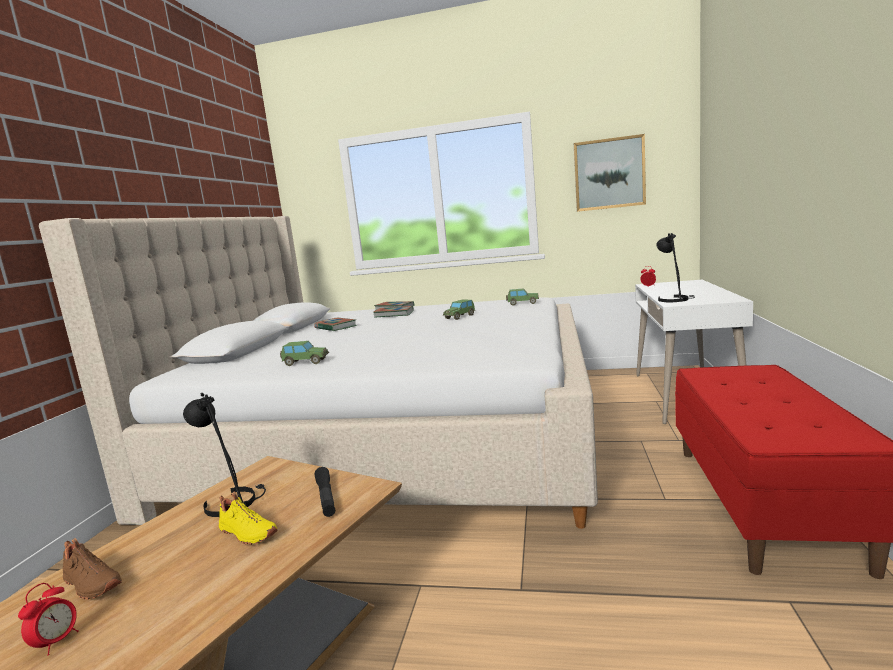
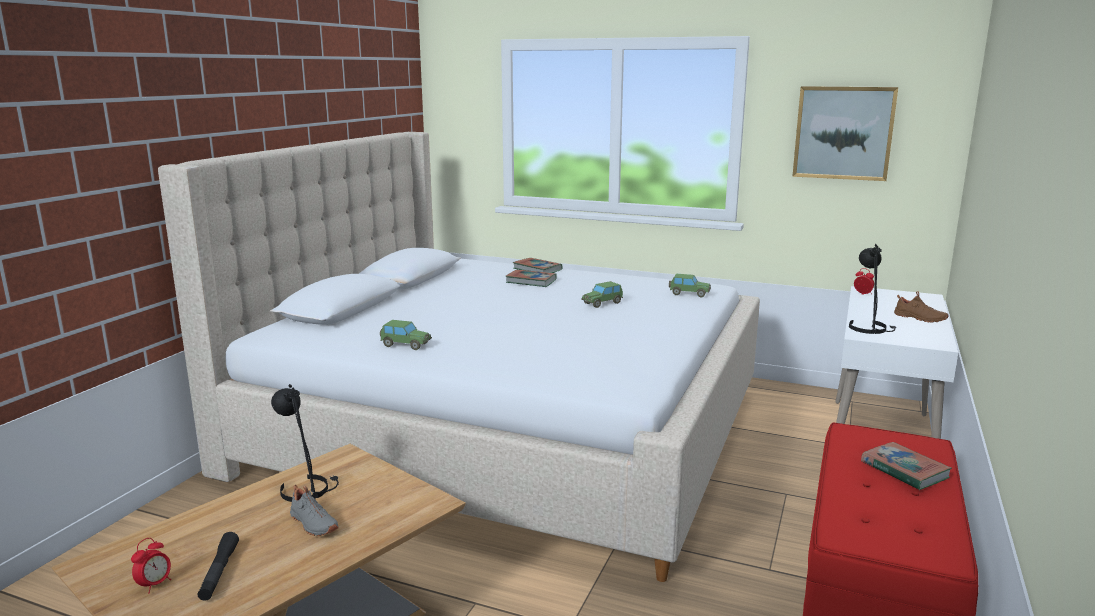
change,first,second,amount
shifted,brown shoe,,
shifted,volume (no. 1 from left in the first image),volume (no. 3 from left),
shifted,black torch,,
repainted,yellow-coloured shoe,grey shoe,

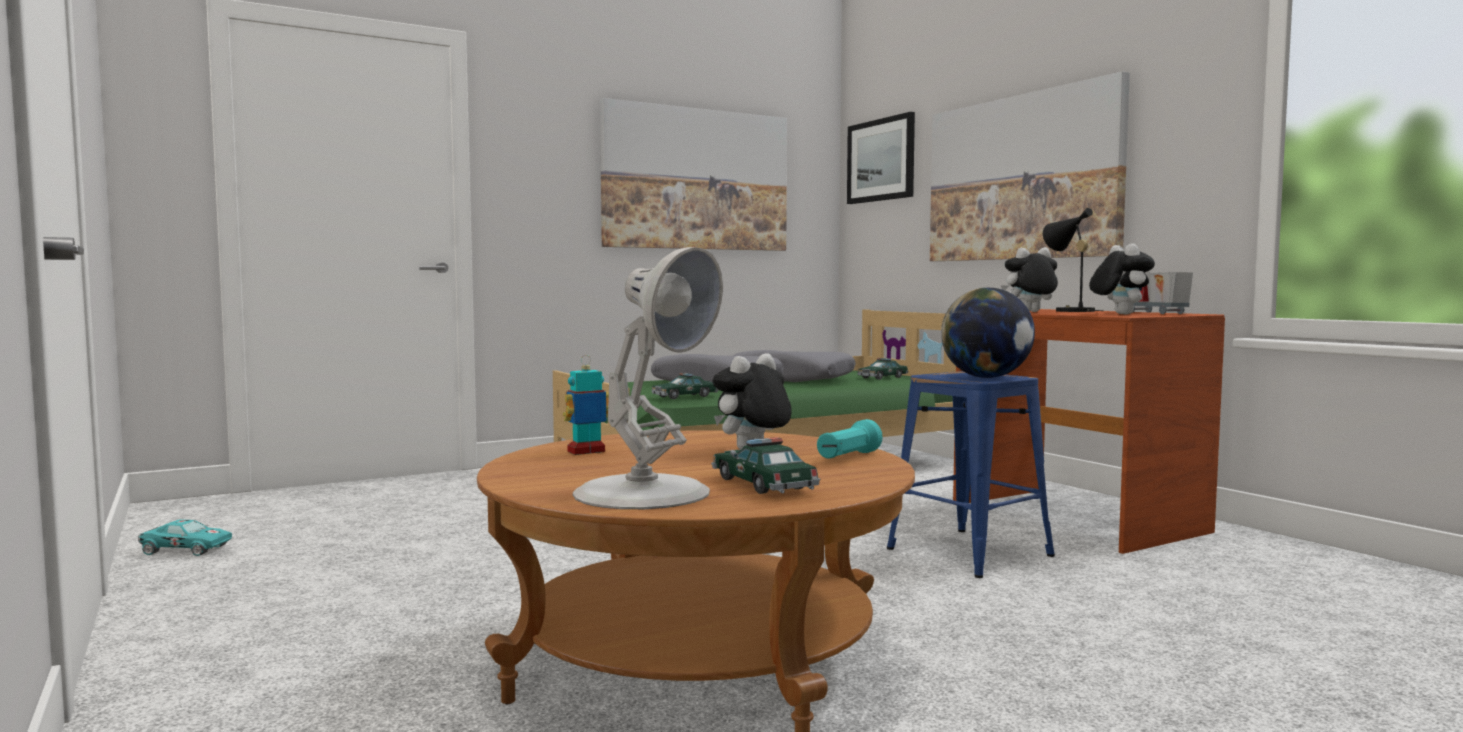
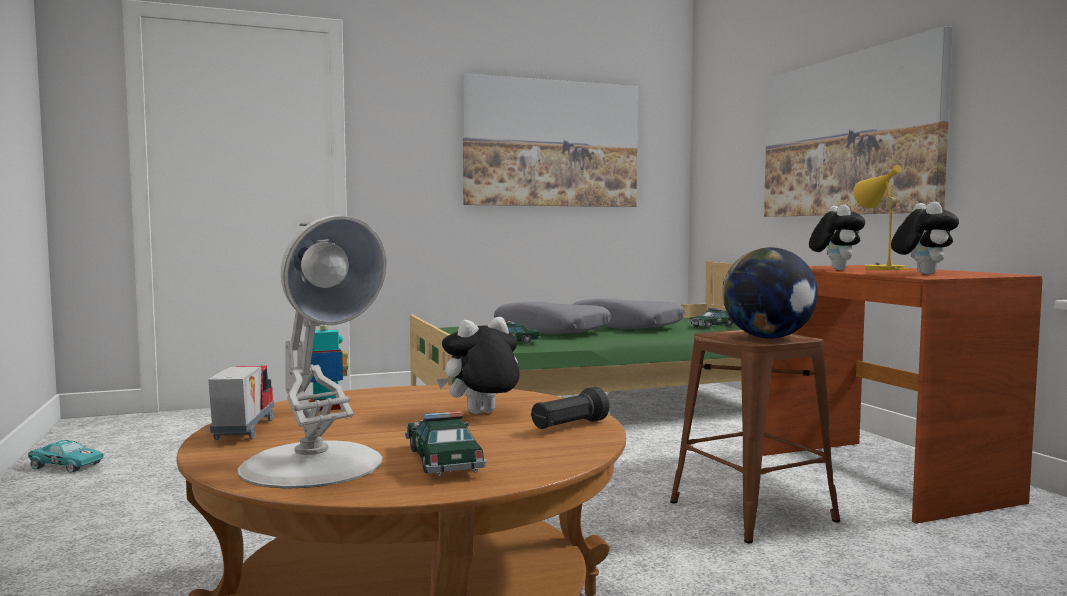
change,first,second,amount
gone,picture (no. 2 from left),,
shifted,toy lorry,,
repainted,turquoise torch,black torch,
repainted,bluish sitting stool,brown sitting stool,
repainted,black table lamp,yellow-coloured table lamp,
rotated,soft toy (no. 2 from left),,90 degrees clockwise

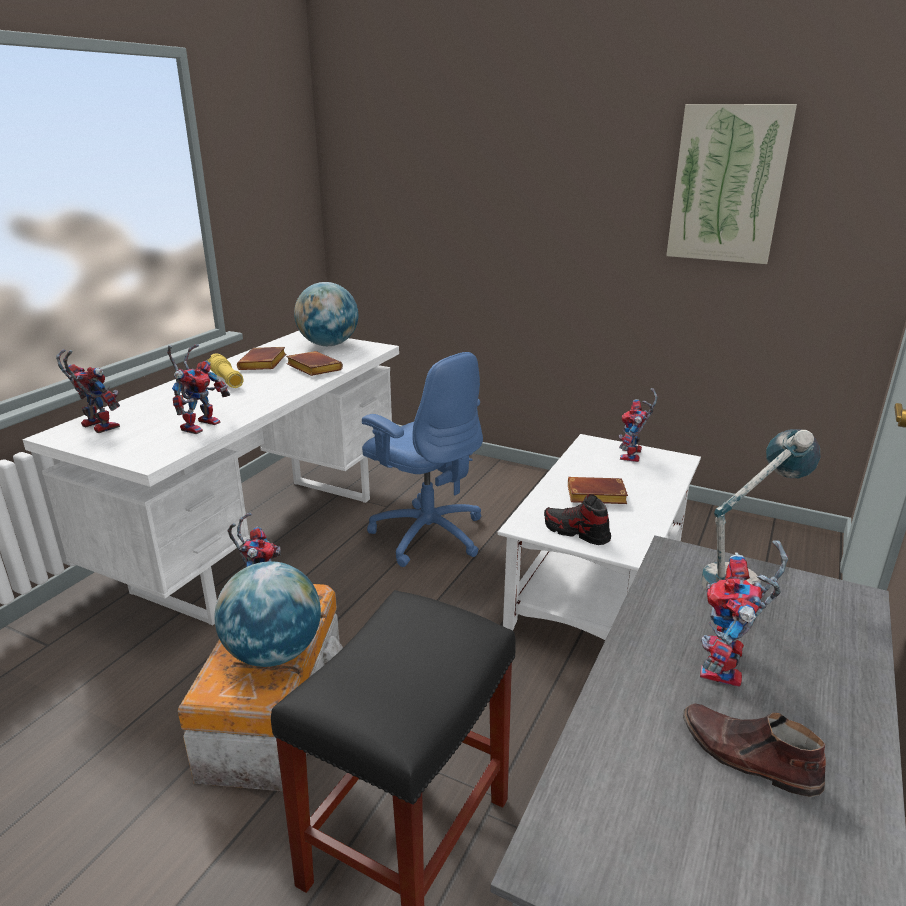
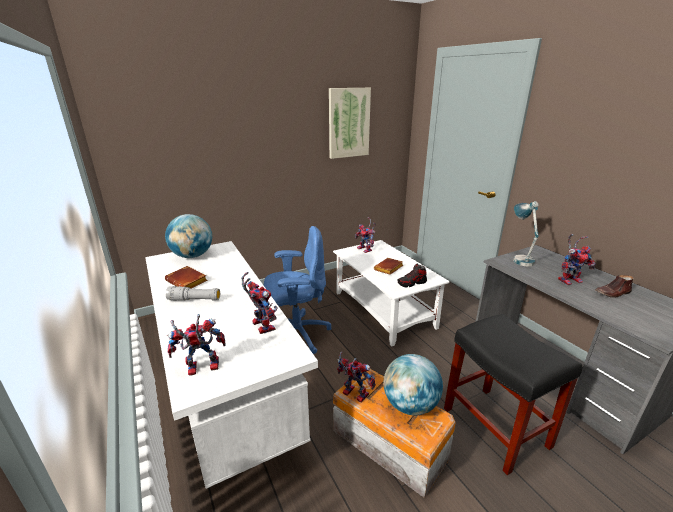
change,first,second,amount
gone,brown volume (no. 2 from left),,
repainted,yellow-coloured torch,grey torch,
rotated,model robot (no. 5 from left),,75 degrees counterclockwise

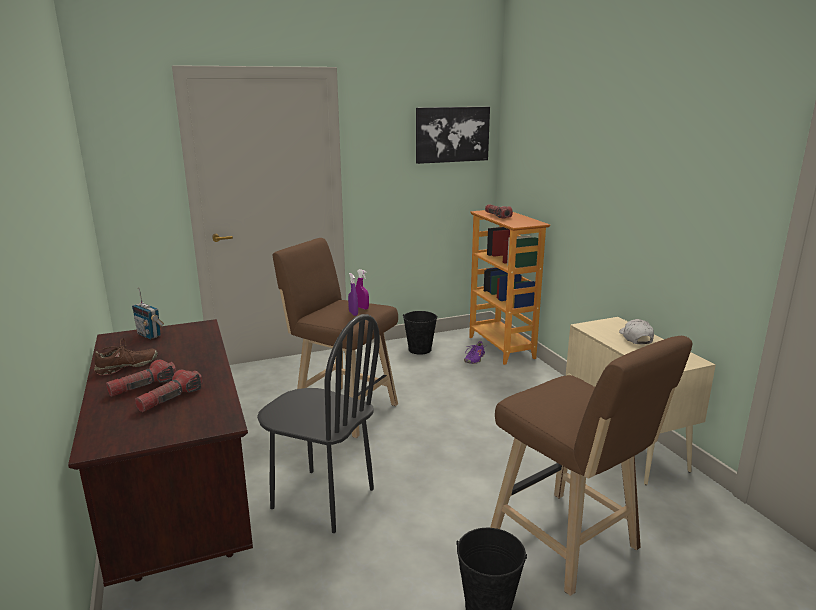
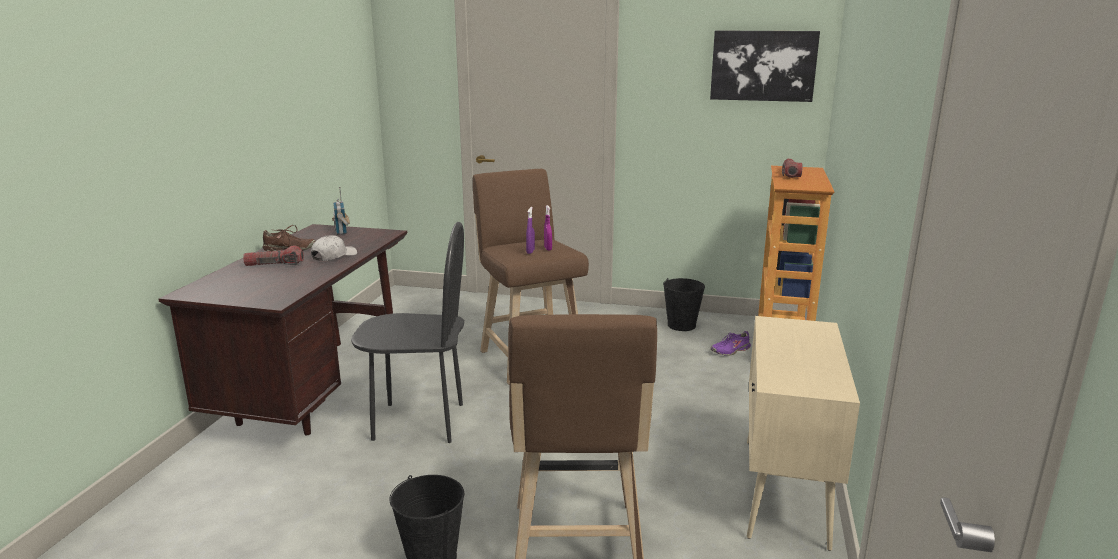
change,first,second,amount
gone,torch (no. 2 from left),,
shifted,white-coloured peaked cap,,
rotated,black plain chair,,60 degrees counterclockwise

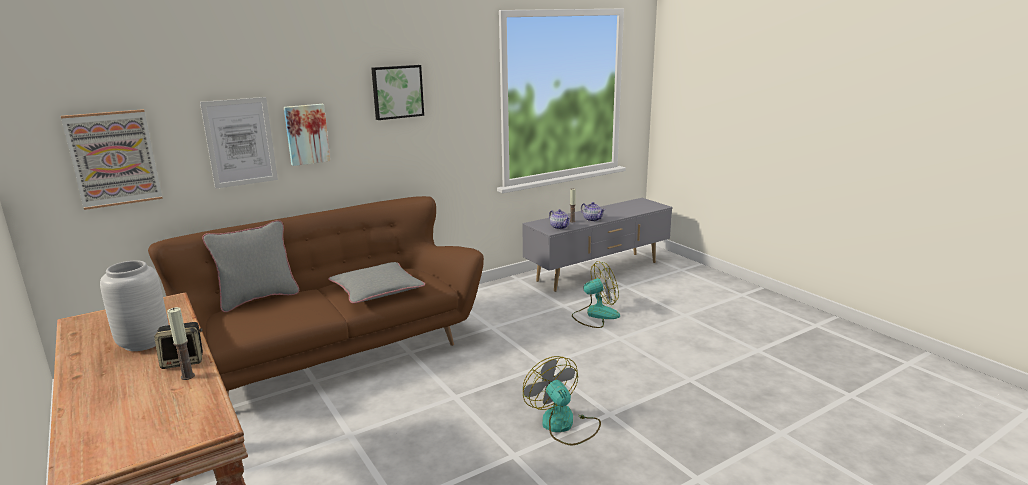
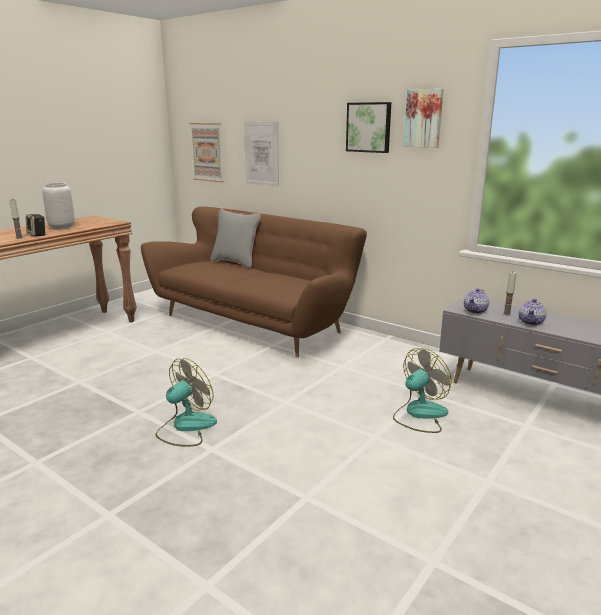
change,first,second,amount
gone,grey throw pillow (no. 2 from left),,
shifted,picture (no. 3 from left in the first image),picture (no. 4 from left),
rotated,electric fan (no. 2 from left),,90 degrees counterclockwise

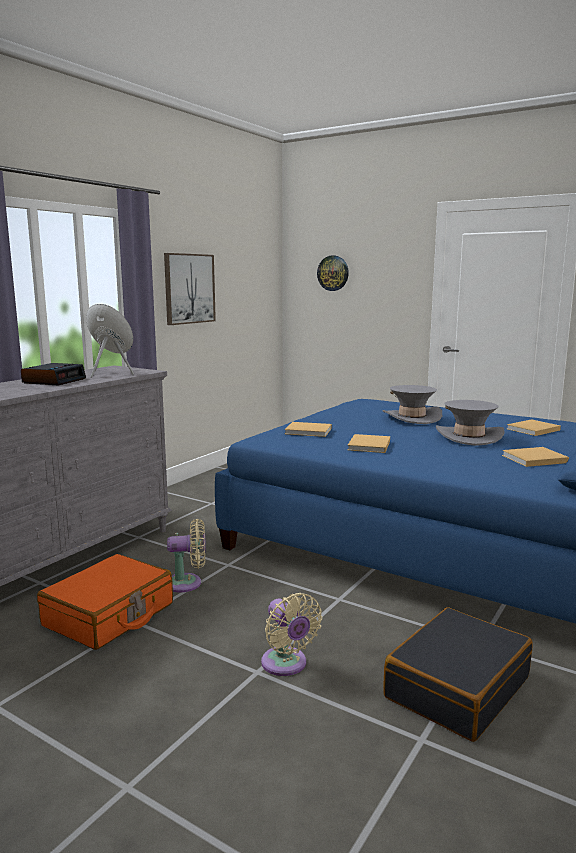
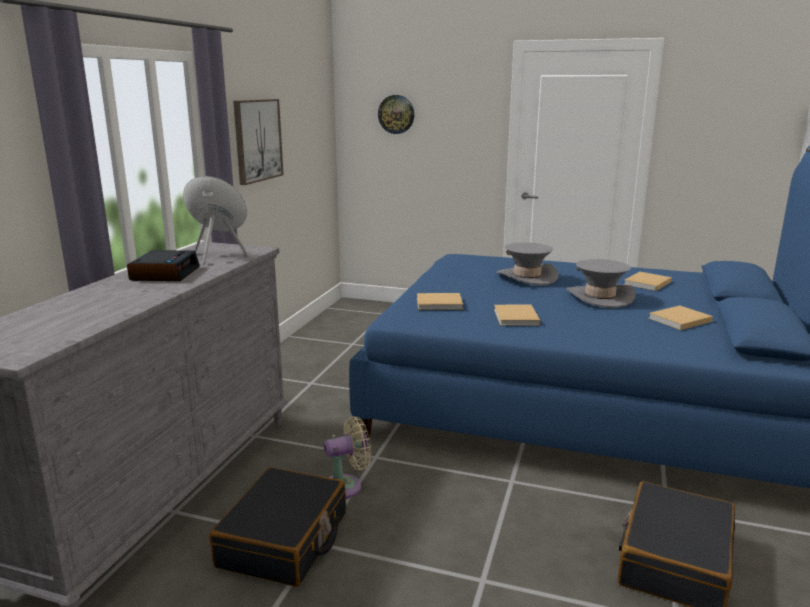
change,first,second,amount
gone,sand-coloured electric fan (no. 2 from left),,
repainted,orangey travel case,black travel case (no. 1 from left),

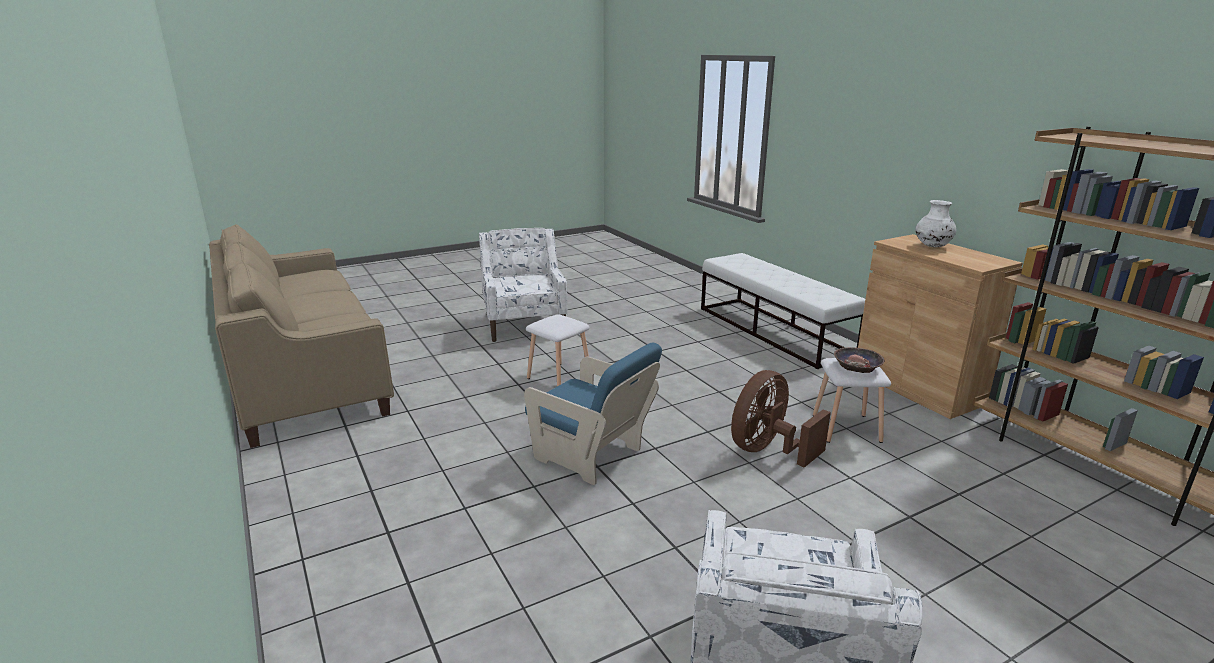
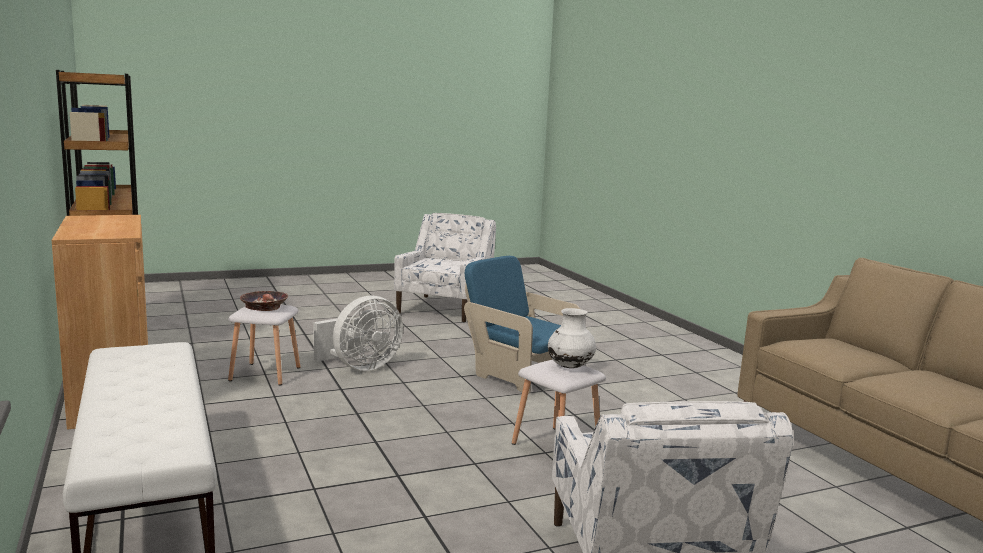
change,first,second,amount
shifted,white-coloured flower vase,,
repainted,brown electric fan,white-coloured electric fan,

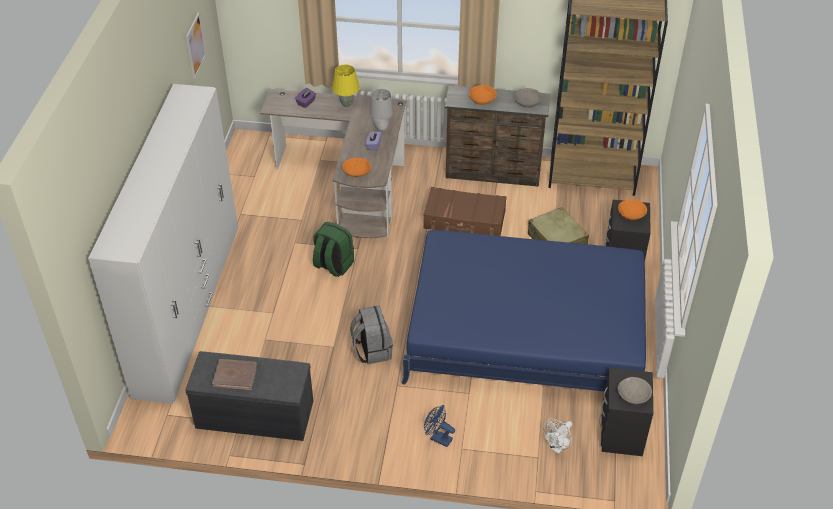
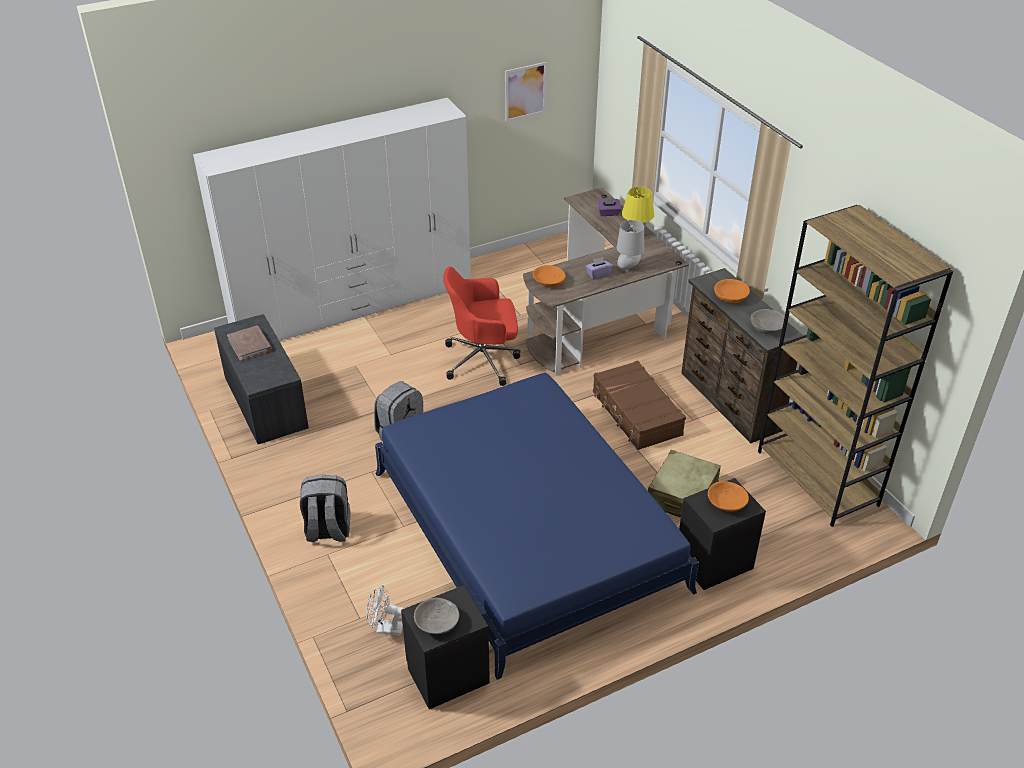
change,first,second,amount
swapped,greenish rucksack,red office chair,
swapped,bluish electric fan,grey rucksack (no. 1 from left),

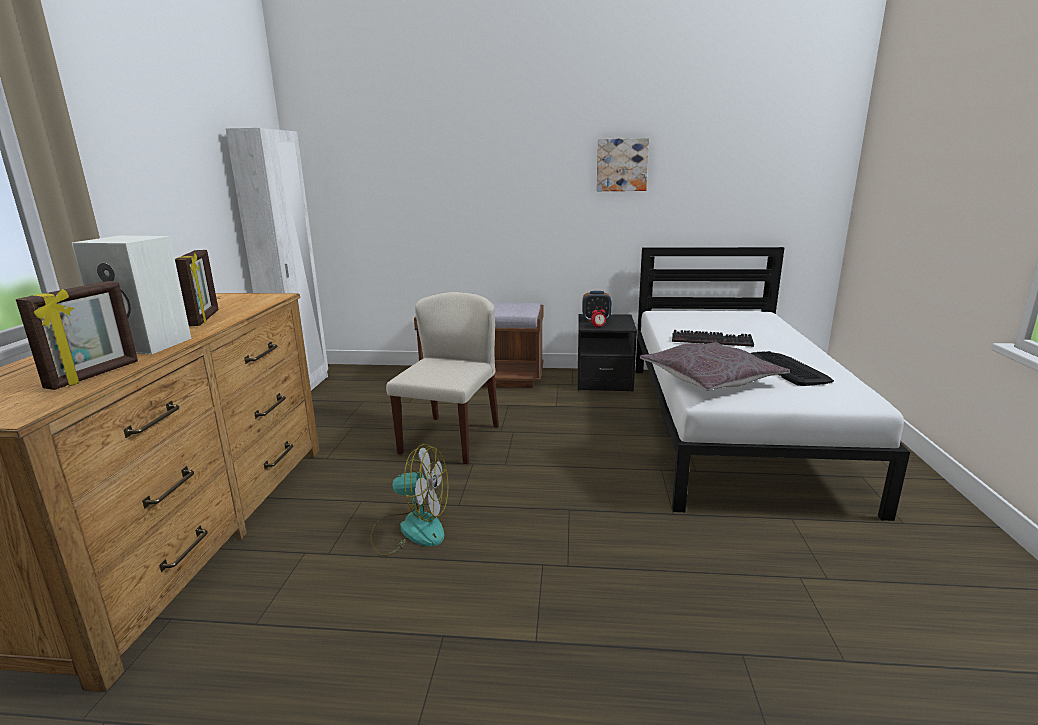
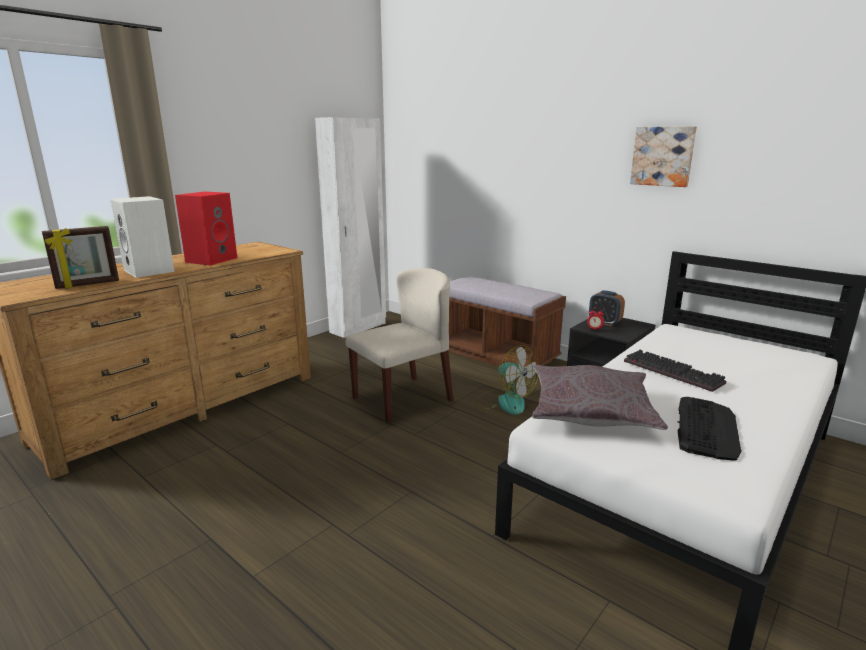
change,first,second,amount
shifted,electric fan,,
swapped,standing frame (no. 2 from left),red audio speaker,

